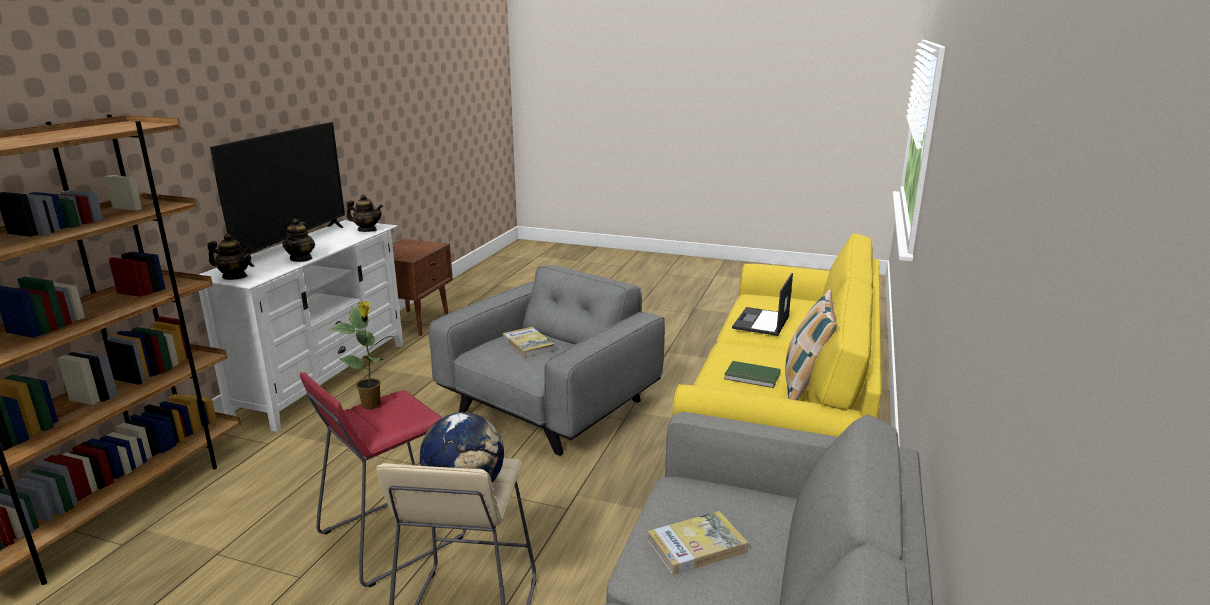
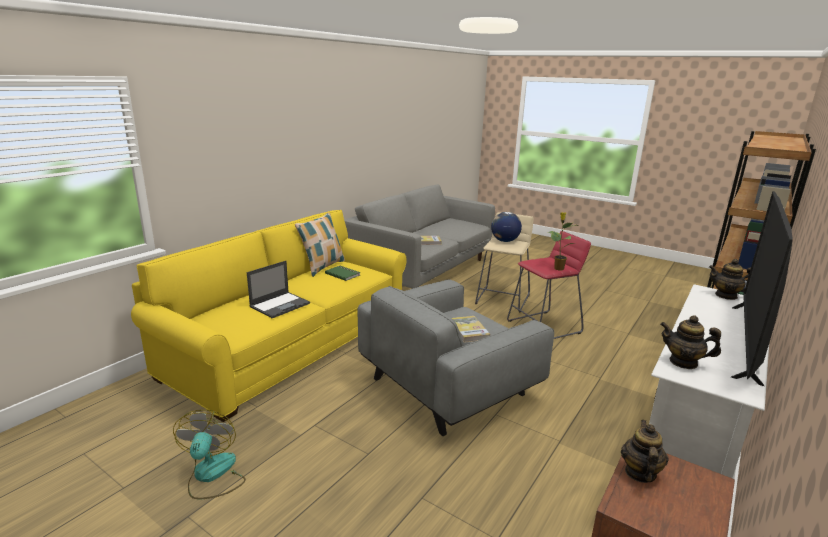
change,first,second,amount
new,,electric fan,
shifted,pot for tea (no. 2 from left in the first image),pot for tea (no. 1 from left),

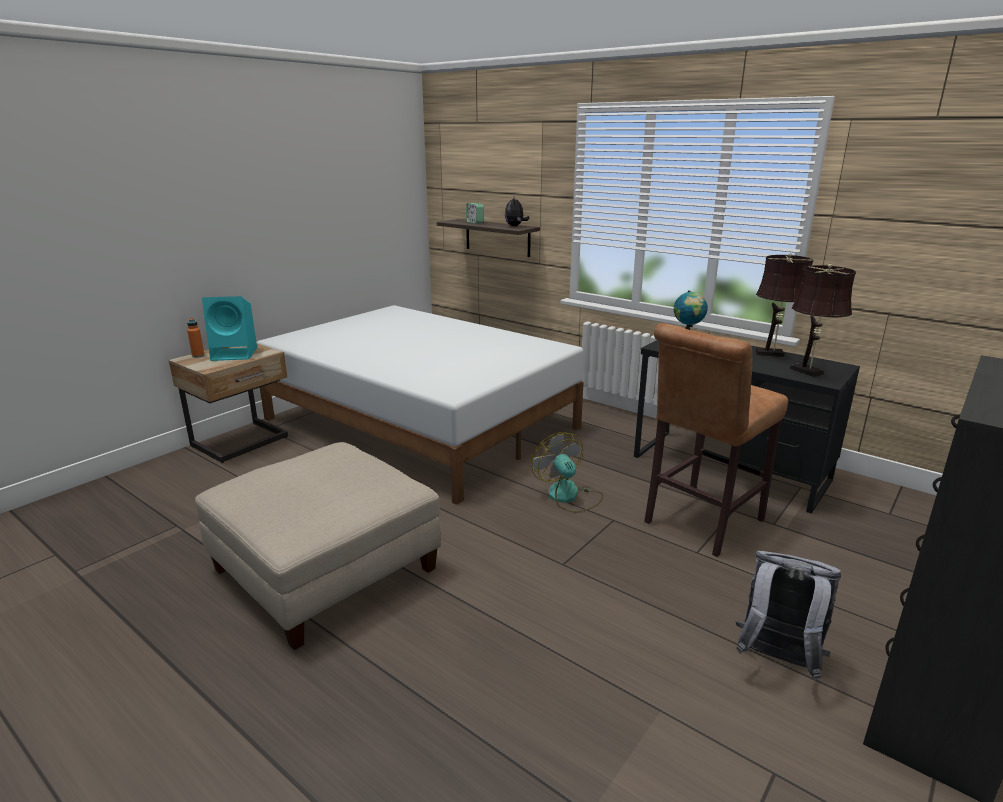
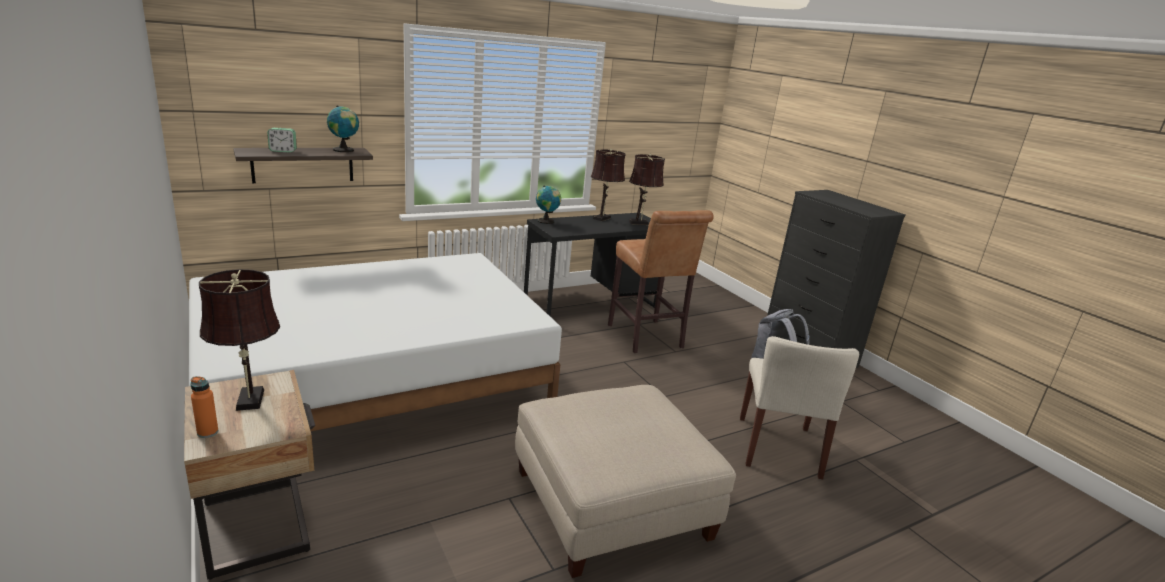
change,first,second,amount
gone,electric fan,,
new,,sand-coloured plain chair,
swapped,turquoise audio speaker,brown table lamp (no. 1 from left),
swapped,soft toy,world globe (no. 1 from left),

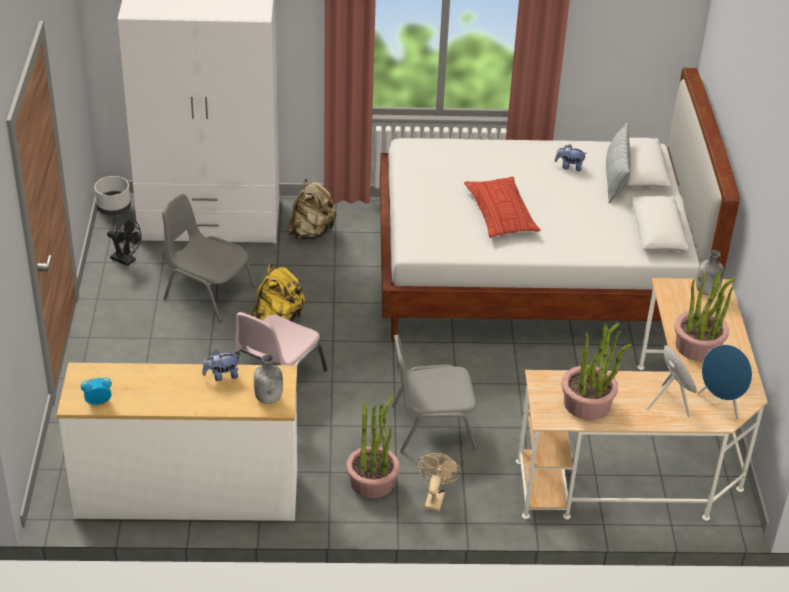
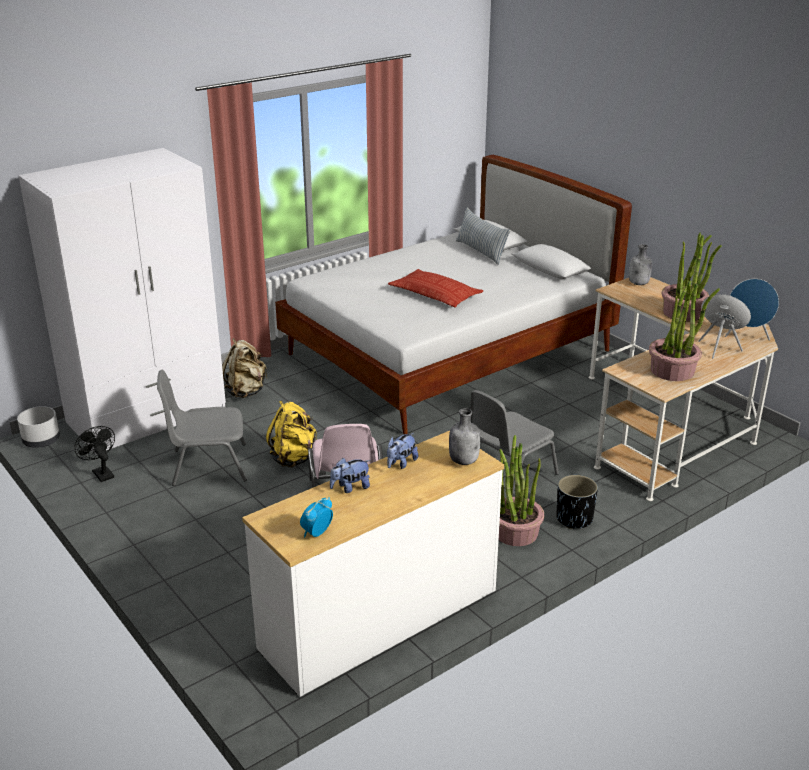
change,first,second,amount
shifted,soft toy (no. 2 from left in the first image),soft toy (no. 1 from left),
swapped,sand-coloured electric fan,black planter,
rotated,black electric fan,,120 degrees counterclockwise

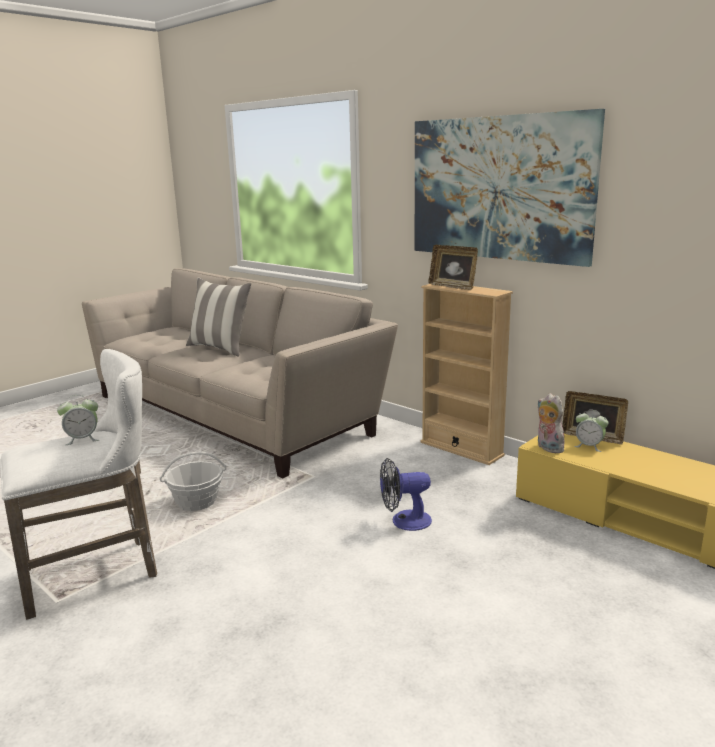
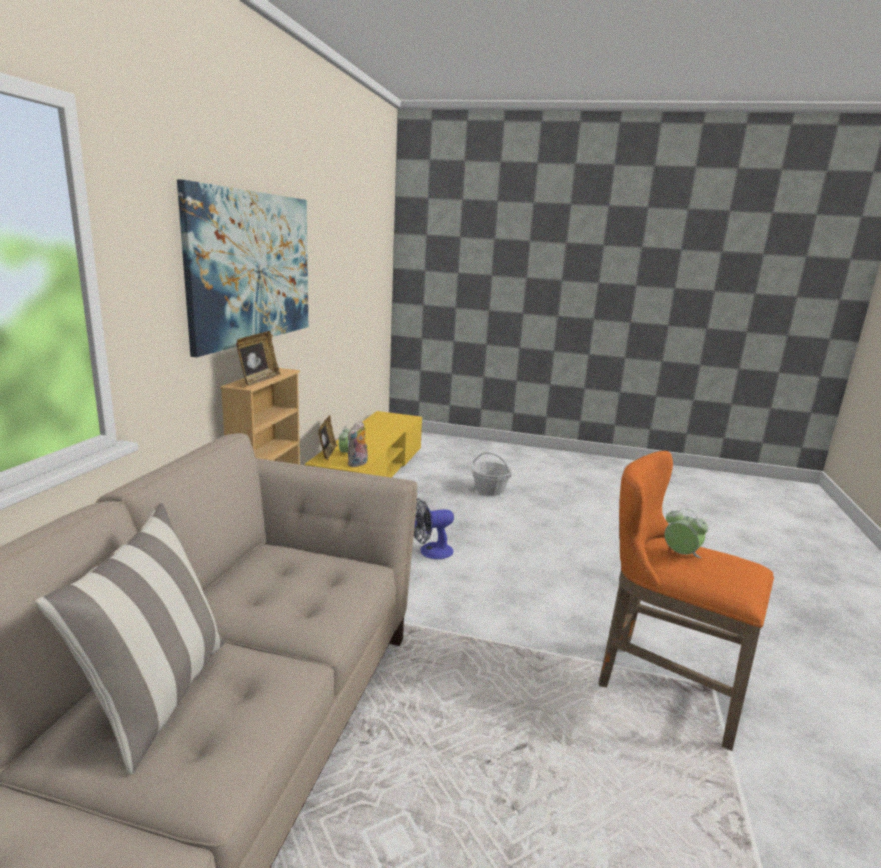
change,first,second,amount
shifted,household basket,,
repainted,white-coloured sitting stool,orangey sitting stool,
rotated,electric fan,,105 degrees clockwise

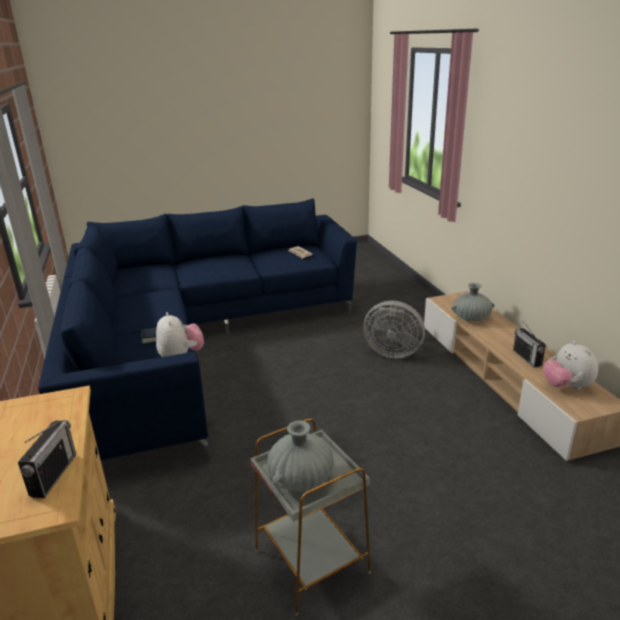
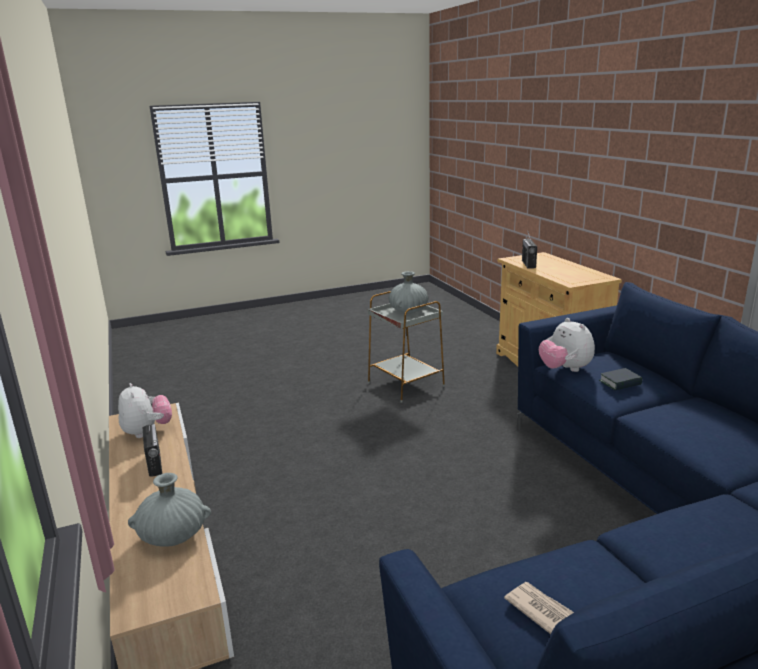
change,first,second,amount
gone,grey electric fan,,

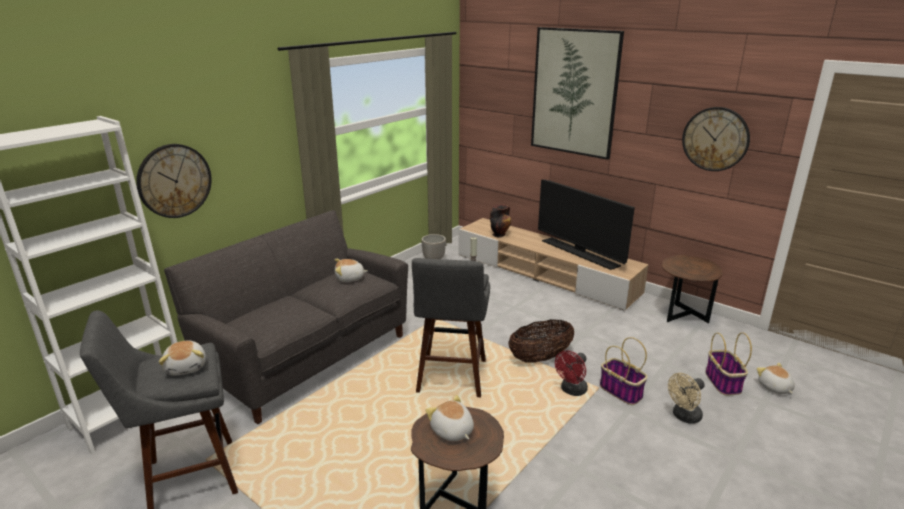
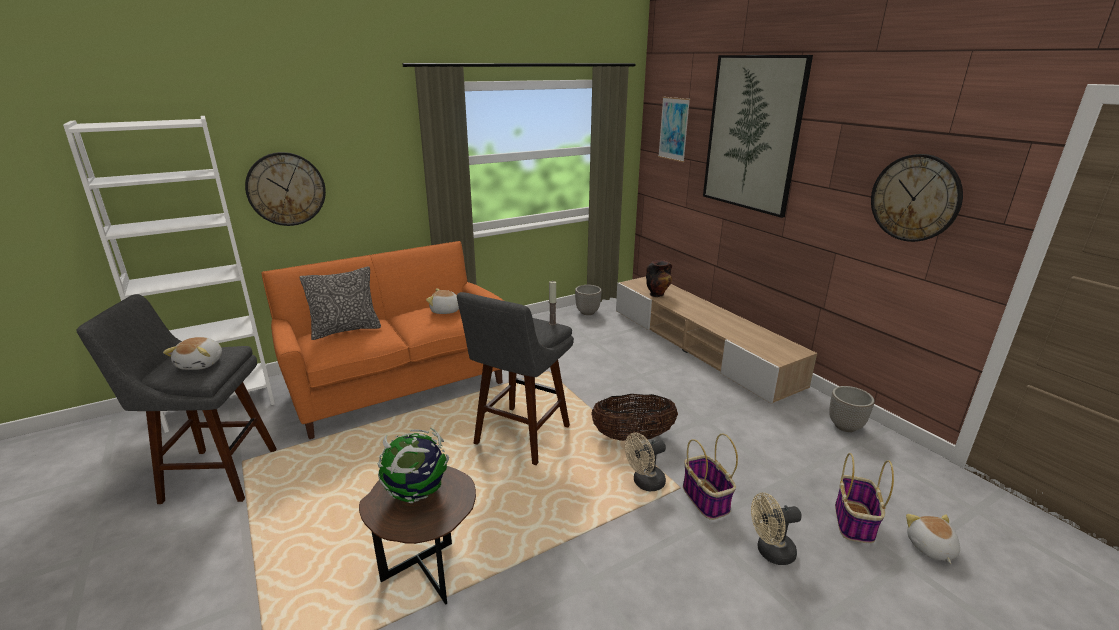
change,first,second,amount
gone,TV,,
new,,throw pillow,
new,,picture (no. 1 from left),
swapped,soft toy (no. 3 from left),world globe,
swapped,brown accent table (no. 2 from left),planter (no. 2 from left),
repainted,grey couch,orangey couch,
repainted,red electric fan,sand-coloured electric fan (no. 1 from left),

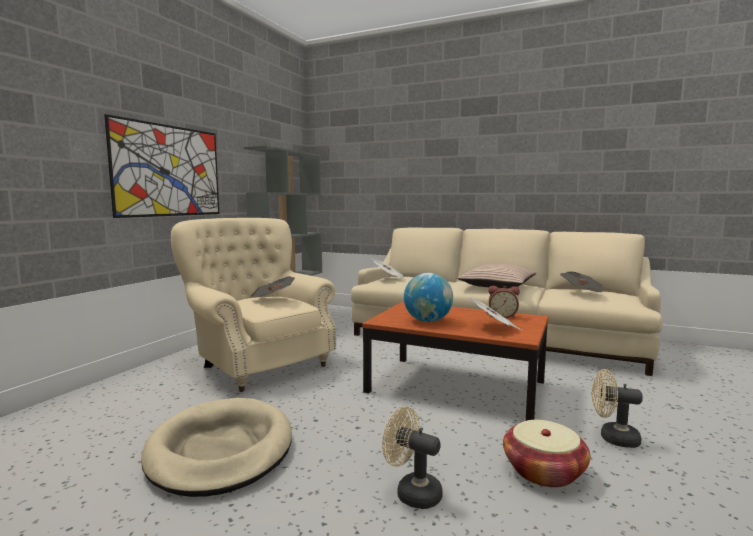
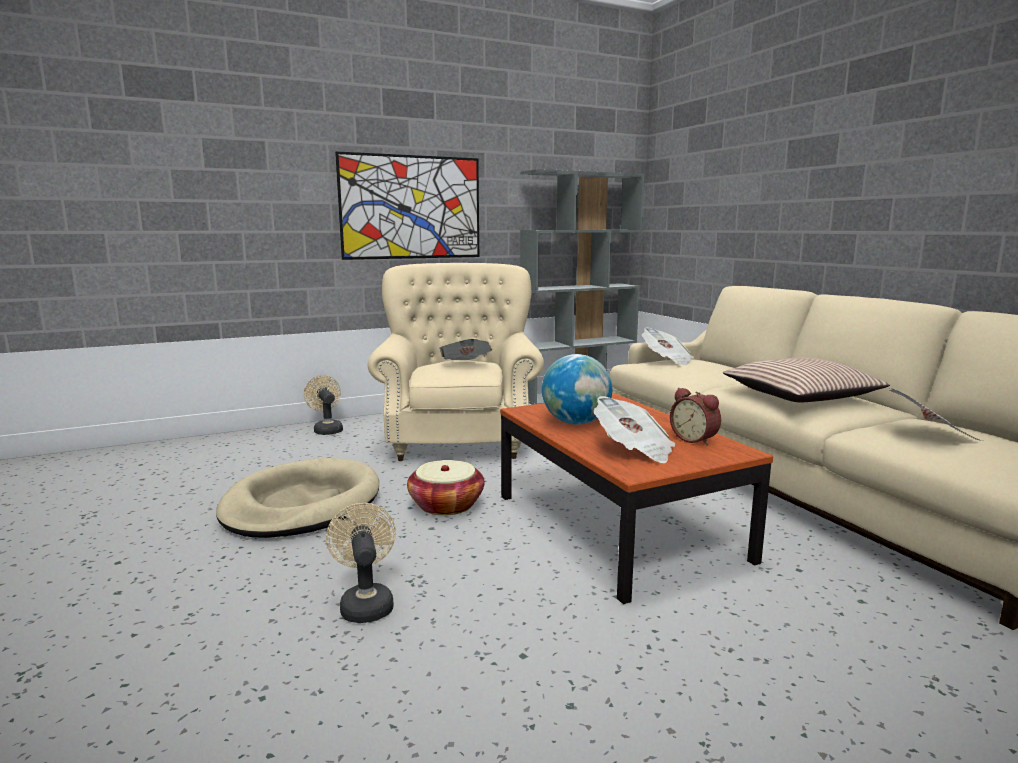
change,first,second,amount
shifted,household basket,,
shifted,sand-coloured electric fan (no. 2 from left in the first image),sand-coloured electric fan (no. 1 from left),

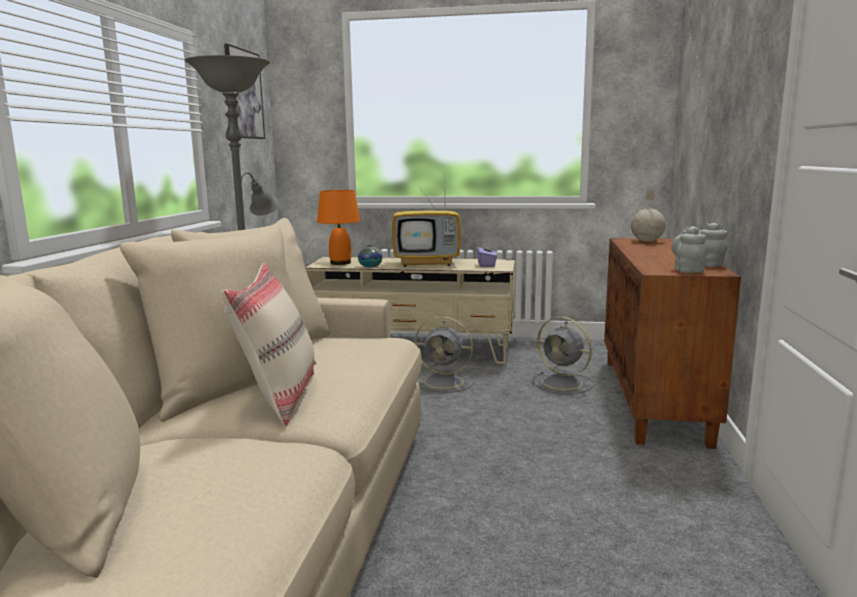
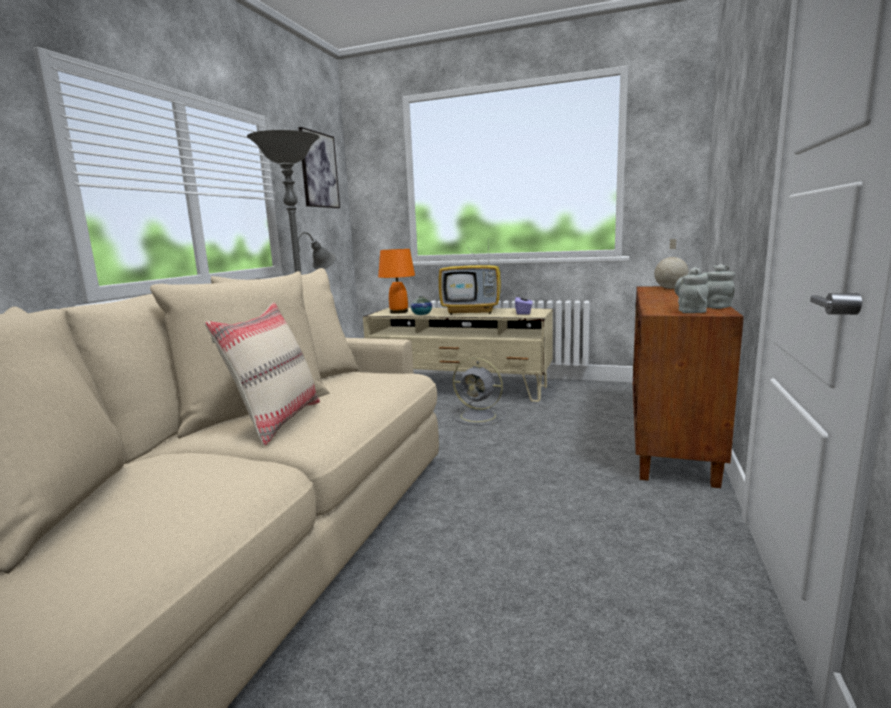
change,first,second,amount
gone,grey electric fan (no. 2 from left),,

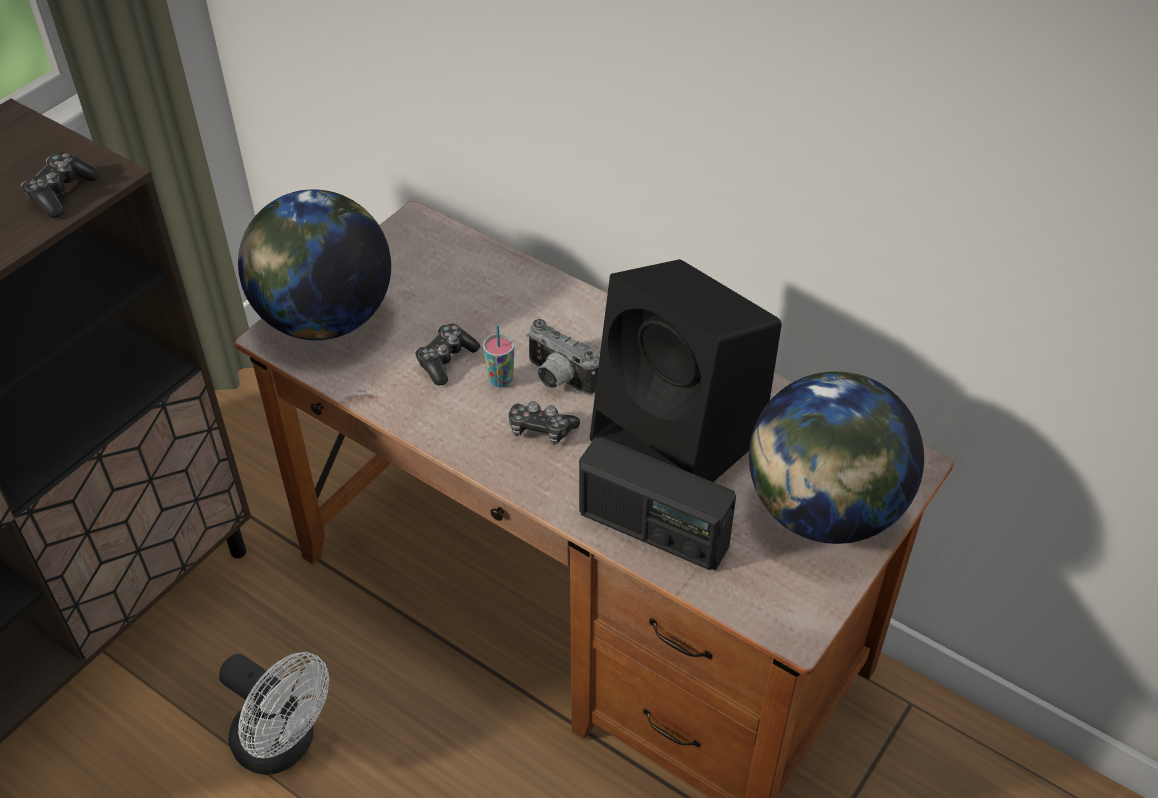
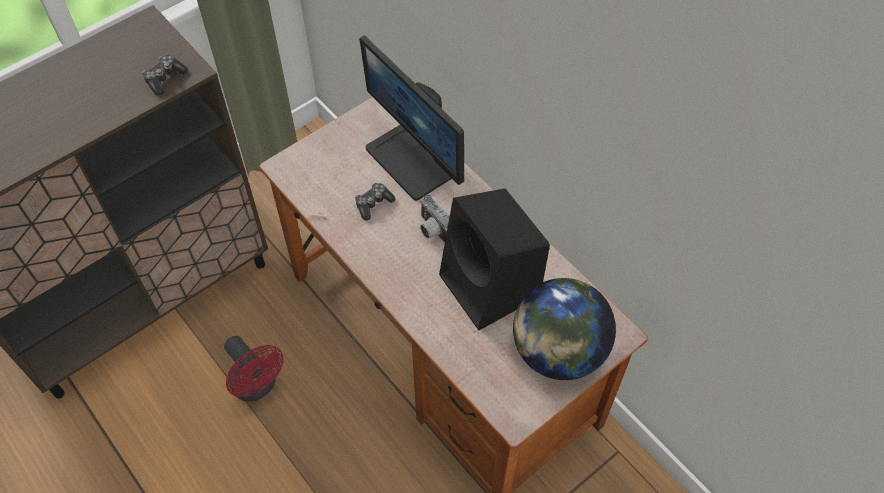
change,first,second,amount
gone,world globe (no. 1 from left),,
gone,drinking cup,,
gone,joypad (no. 3 from left),,
gone,radio receiver,,
new,,computer display,
repainted,white-coloured electric fan,red electric fan,

